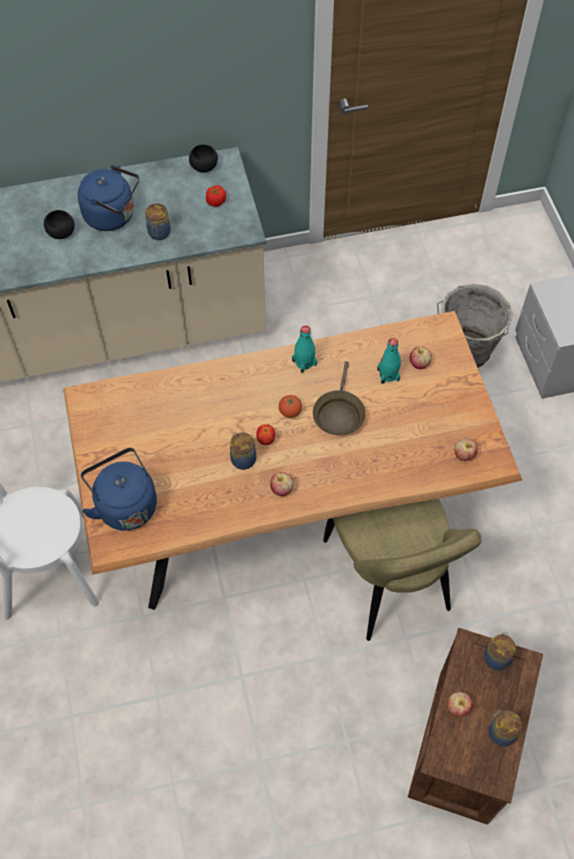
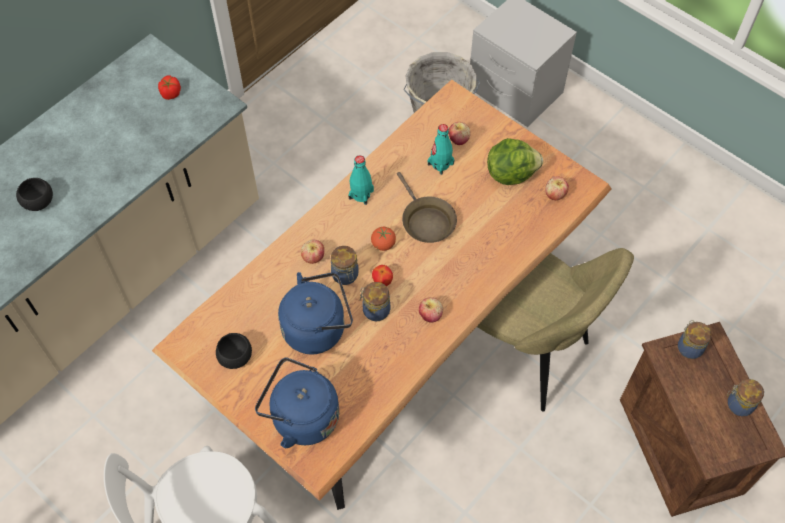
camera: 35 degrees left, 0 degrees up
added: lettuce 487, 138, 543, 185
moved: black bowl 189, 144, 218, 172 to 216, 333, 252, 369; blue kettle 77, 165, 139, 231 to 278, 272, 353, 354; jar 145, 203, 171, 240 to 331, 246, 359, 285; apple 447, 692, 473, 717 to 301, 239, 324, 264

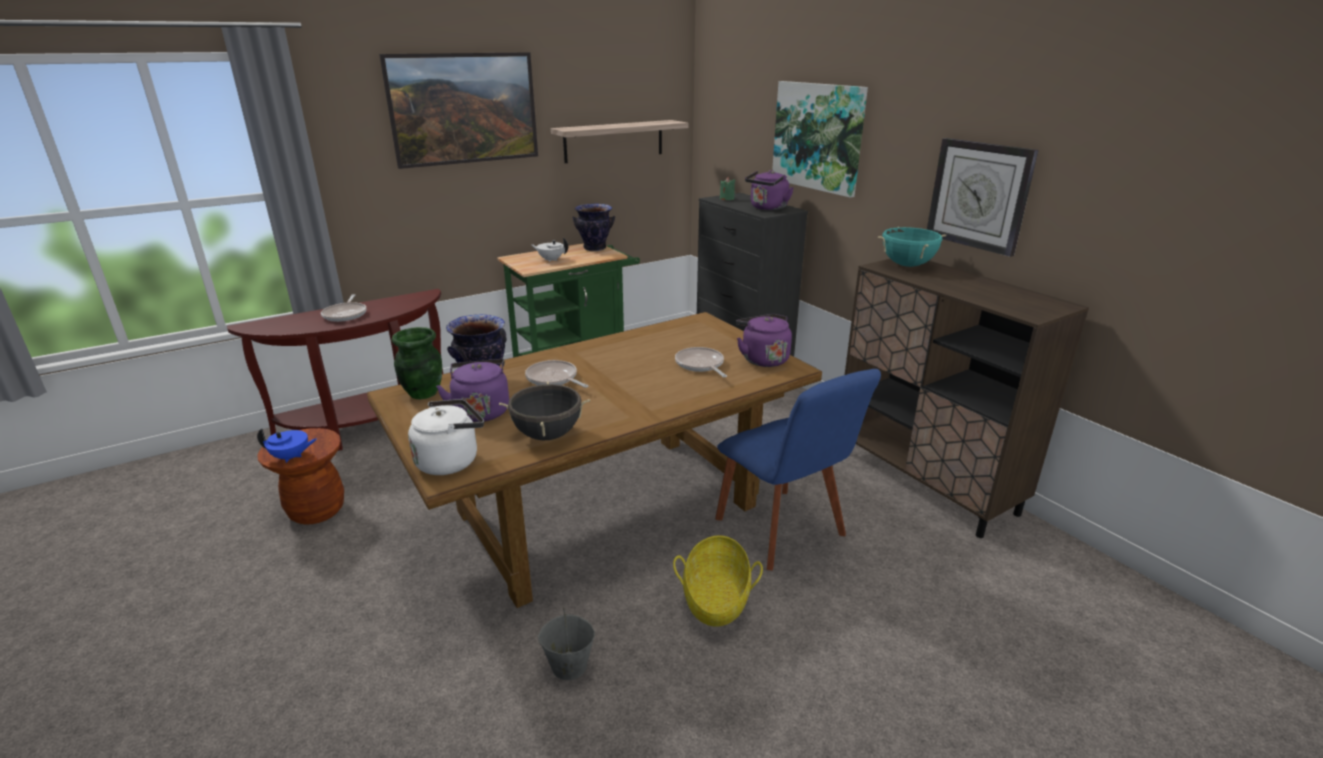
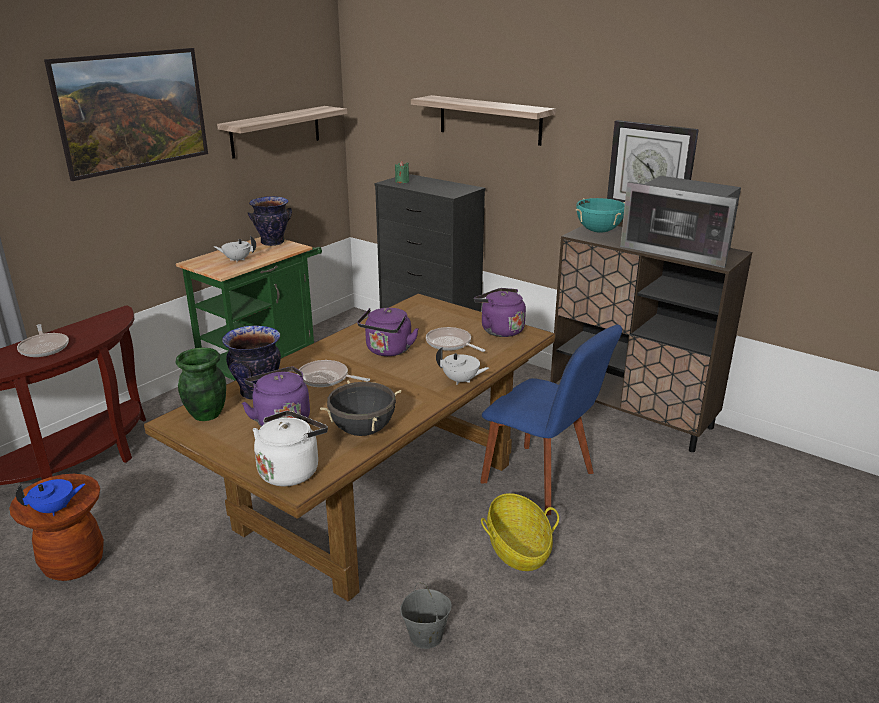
camera: 20 degrees left, 0 degrees up
added: microwave 620, 176, 741, 268; white teapot 436, 347, 489, 385
moved: purple kettle 745, 170, 794, 210 to 357, 308, 418, 356
replaced: picture 772, 81, 868, 198 to shelf 411, 95, 556, 146

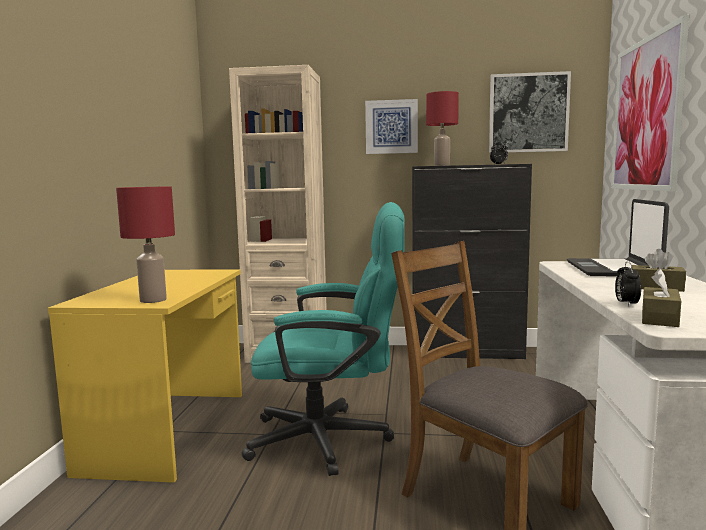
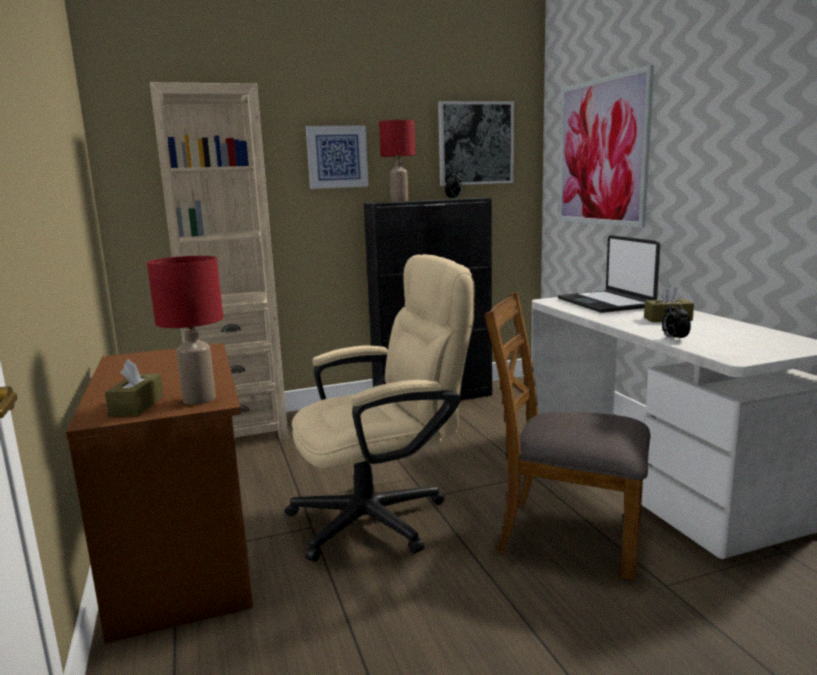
camera: 25 degrees left, 5 degrees up
moved: brown tissue box 642, 269, 681, 327 to 105, 359, 164, 416
recoloured: turquoise office chair 241, 202, 405, 476 to beige office chair 285, 254, 474, 562; yellow desk 48, 270, 242, 483 to brown desk 66, 343, 253, 644

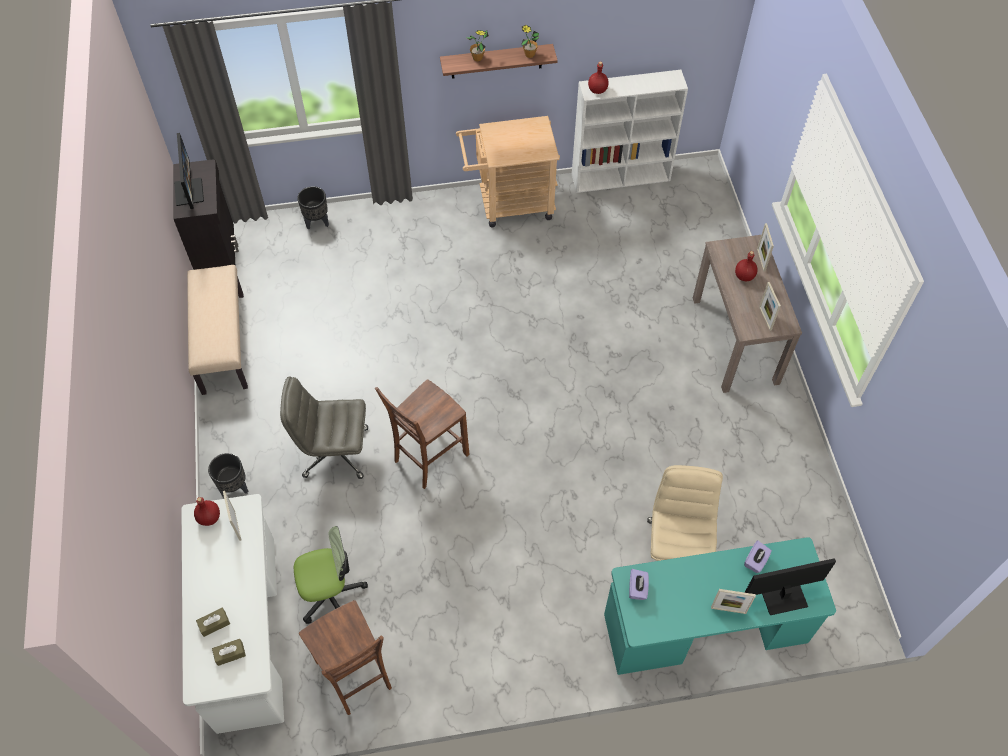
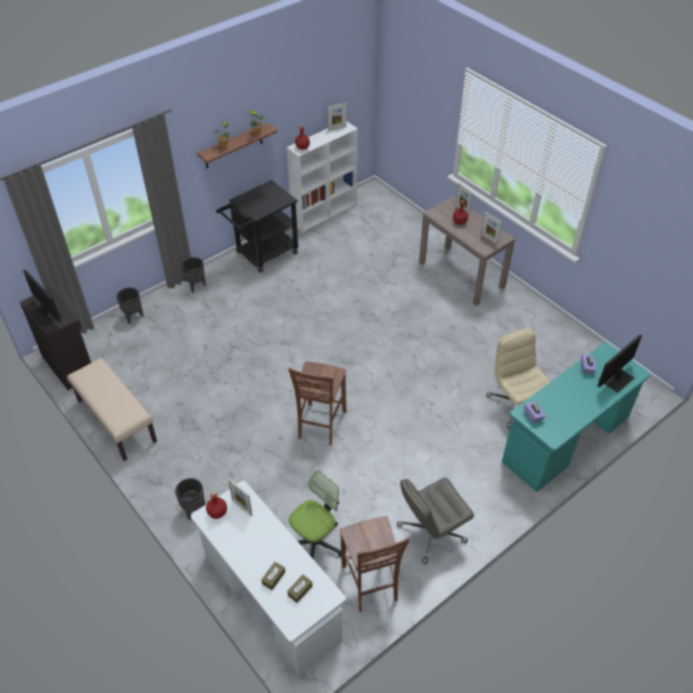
camera: 30 degrees left, 10 degrees down
added: black planter 182, 257, 206, 293
moved: grey office chair 280, 377, 368, 479 to 397, 477, 474, 564; picture frame 711, 589, 756, 614 to 327, 103, 346, 131
recoloured: beige cart 456, 116, 560, 228 to black cart 216, 180, 299, 273
turned: brown chair 299, 600, 392, 715 = 340, 516, 410, 612 45 degrees clockwise

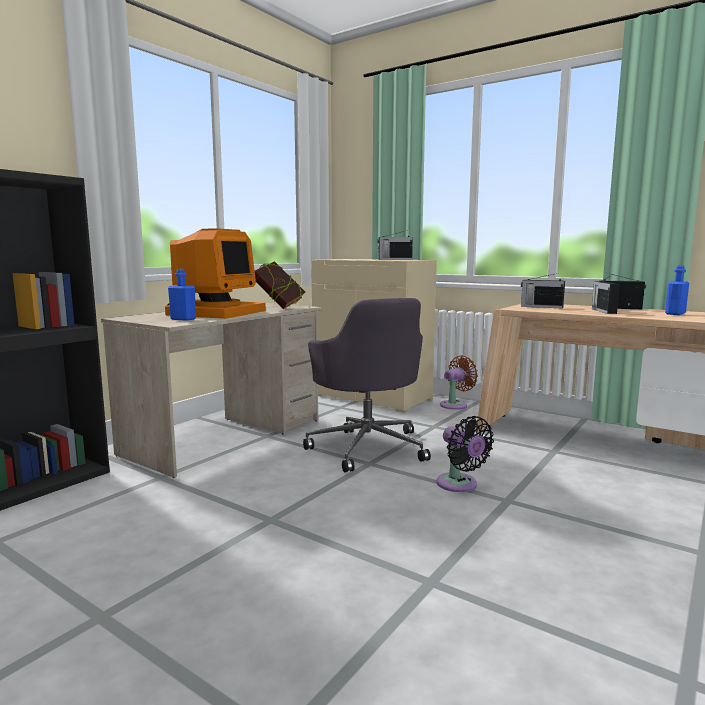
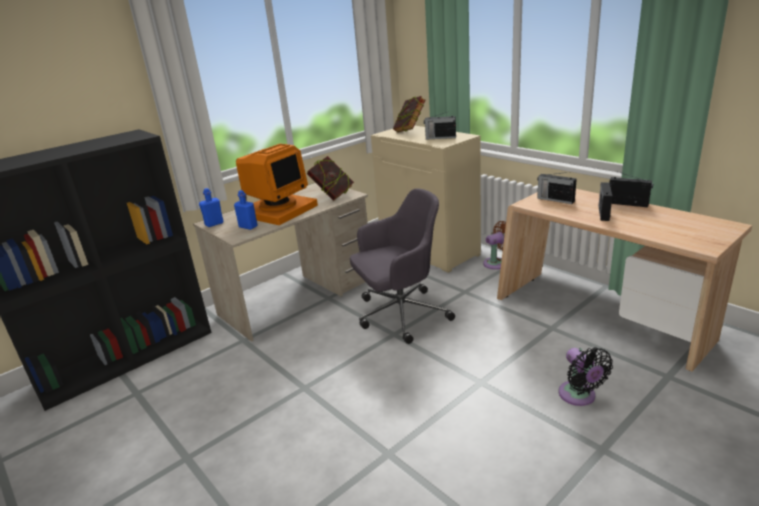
camera: 15 degrees right, 15 degrees up
added: book 393, 96, 425, 132
moved: blue bottle 665, 265, 689, 315 to 199, 188, 224, 227; black fan 436, 416, 494, 492 to 559, 348, 613, 406
turned: grey office chair 303, 298, 431, 472 = 350, 188, 455, 344 105 degrees counterclockwise

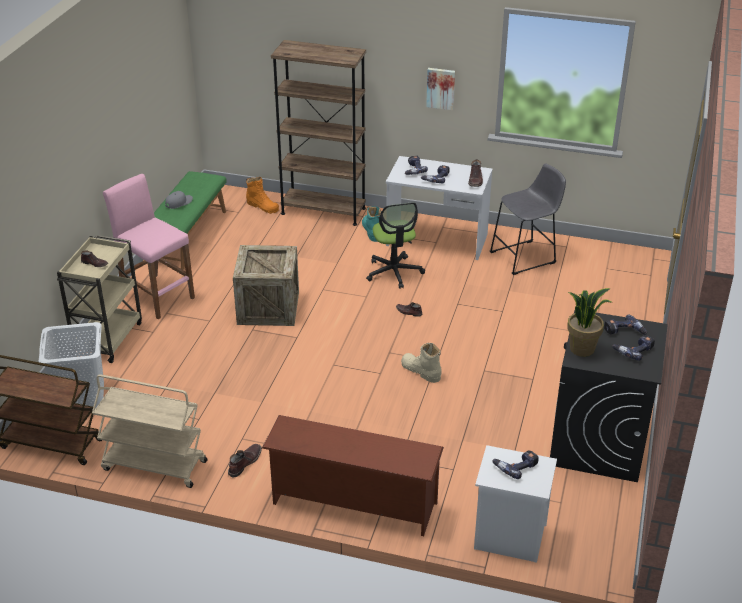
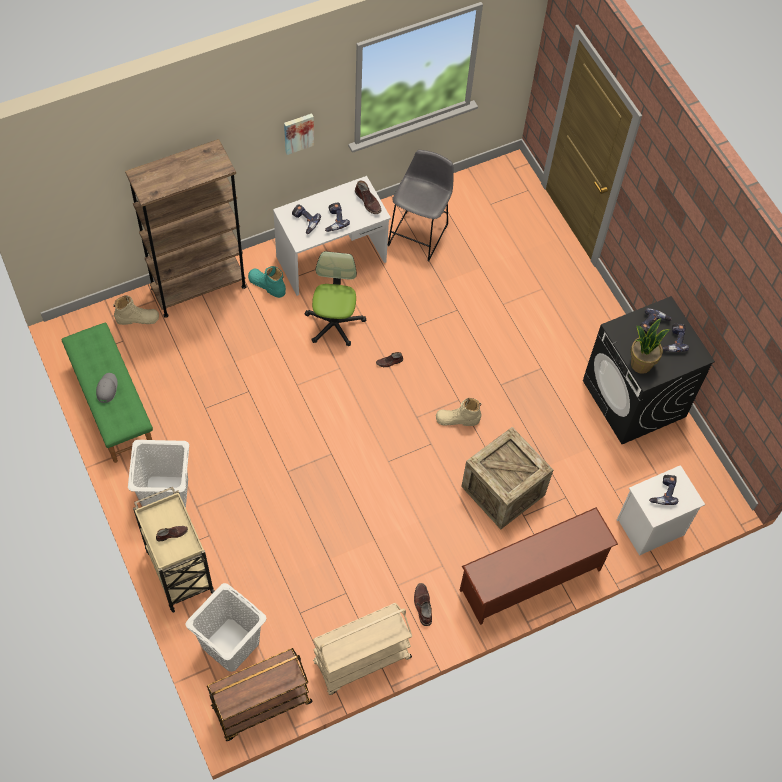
camera: 45 degrees left, 25 degrees up
moved: crate 233, 245, 299, 326 to 461, 427, 553, 529
replaced: pink stool 103, 174, 195, 319 to white laundry basket 128, 440, 189, 508
recoloured: orange boot 246, 177, 279, 214 to beige boot 113, 295, 159, 325
turned: office chair 366, 202, 425, 289 = 304, 251, 366, 346 120 degrees counterclockwise

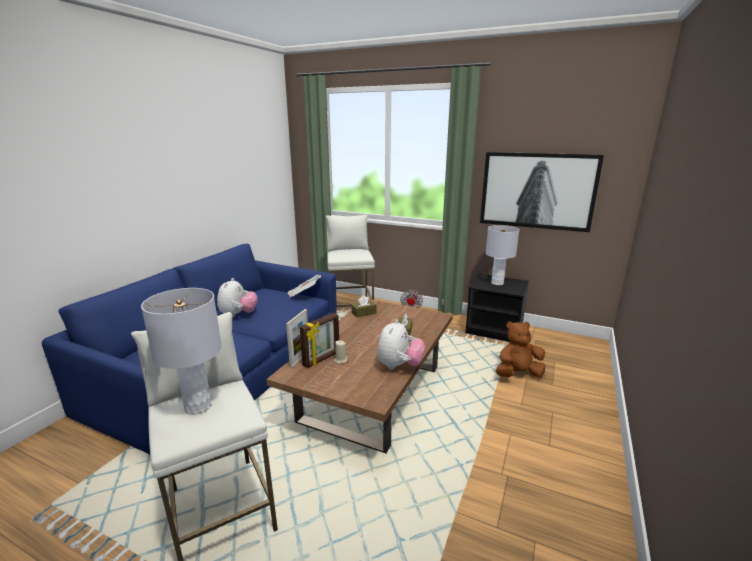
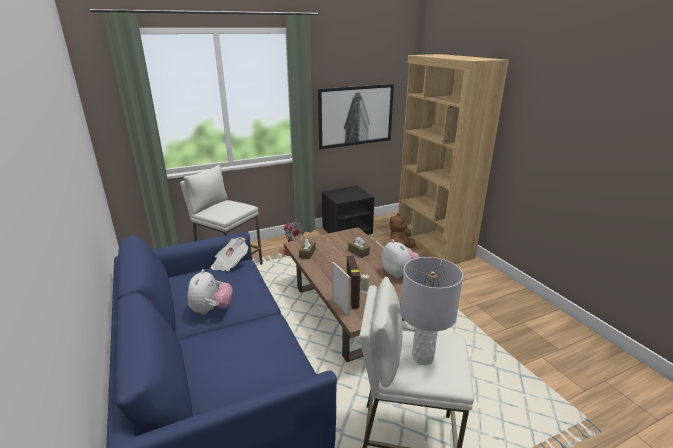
camera: 50 degrees left, 5 degrees up
removed: grey table lamp 486, 225, 519, 285
added: brown bookcase 398, 54, 509, 264
turned: plush toy 217, 278, 257, 317 = 188, 269, 233, 315 45 degrees clockwise

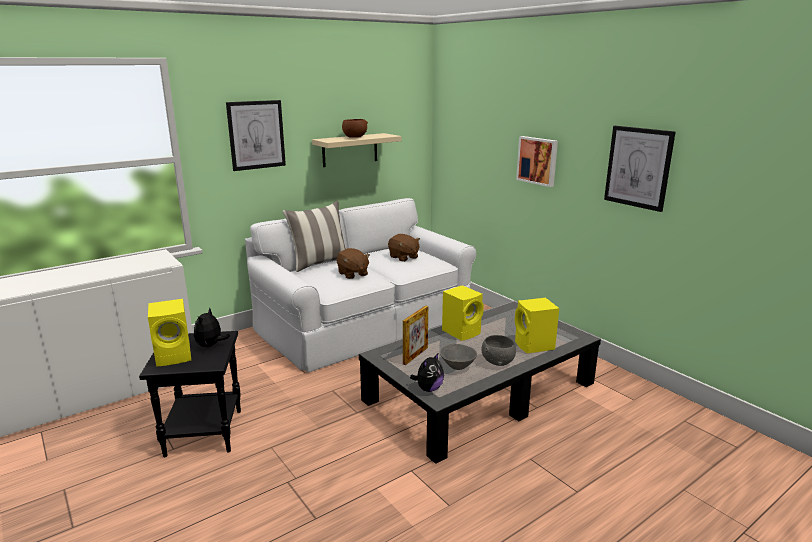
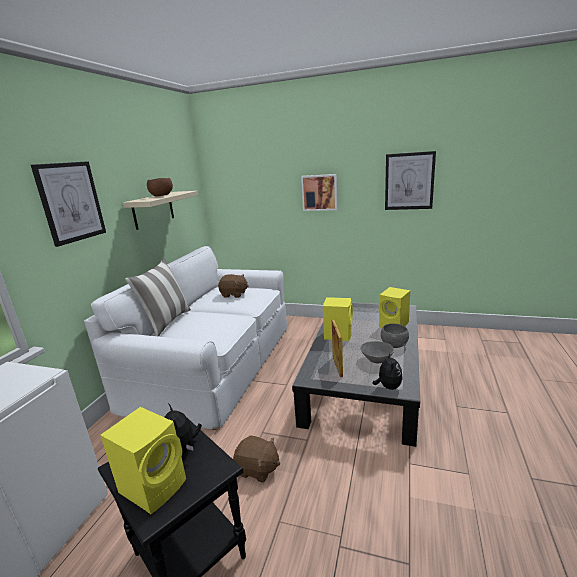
camera: 35 degrees left, 0 degrees up
moved: brown plush toy 337, 248, 370, 279 to 233, 436, 280, 483

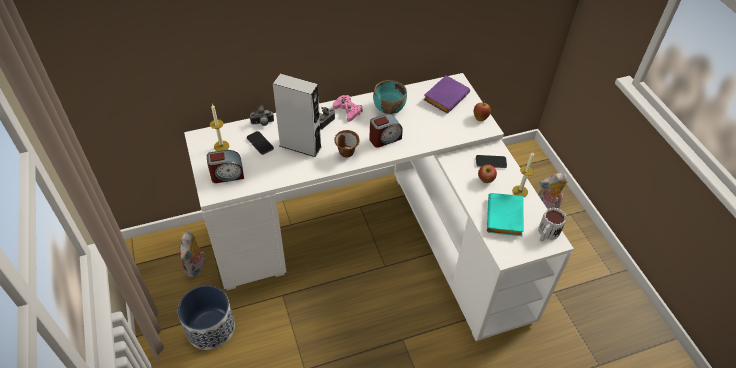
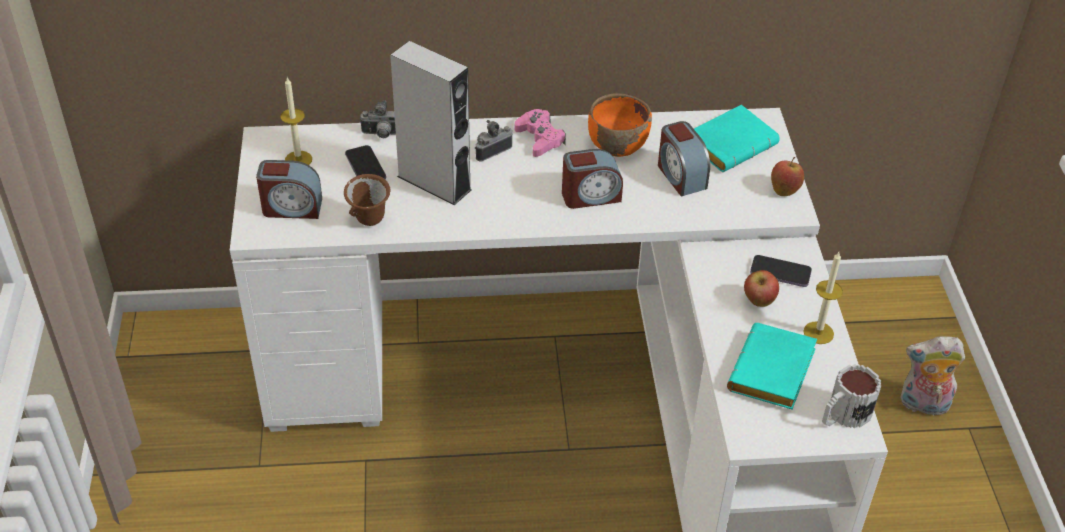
camera: 15 degrees right, 5 degrees down
removed: plush toy 179, 231, 205, 278; planter 178, 285, 235, 350
added: alarm clock 658, 121, 710, 197
moved: brown mug 334, 130, 359, 158 to 344, 174, 391, 226
recoloured: purple book 423, 75, 470, 113 to turquoise book 694, 105, 780, 172; turquoise bowl 373, 80, 407, 114 to orange bowl 588, 94, 652, 157

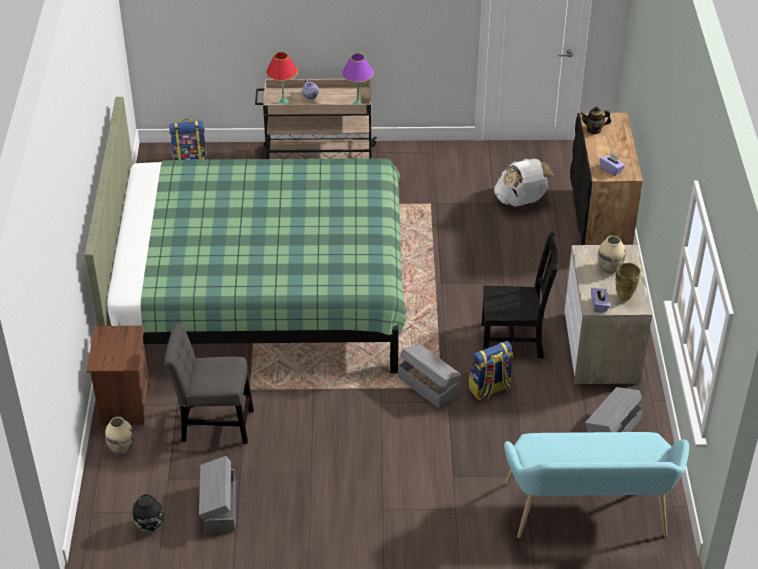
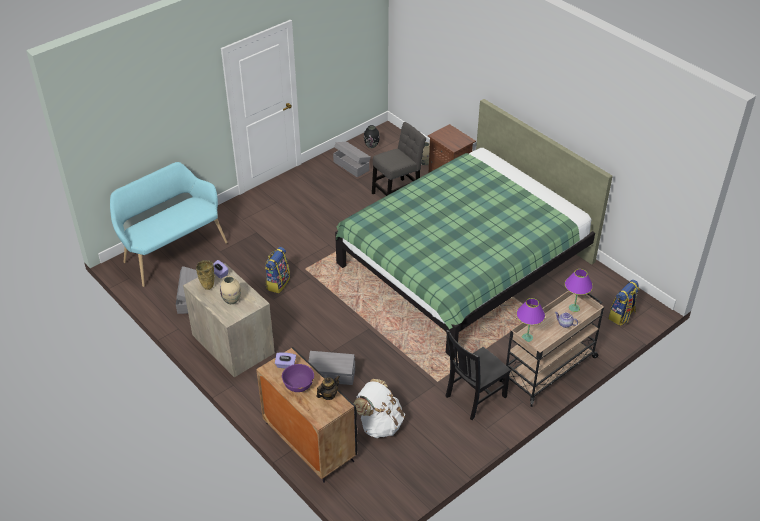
camera: 140 degrees right, 0 degrees up
added: purple bowl 282, 364, 314, 392
moved: black chair 481, 231, 559, 359 to 446, 330, 511, 420; grey storage box 398, 344, 462, 409 to 308, 351, 355, 385
recoloured: red table lamp 266, 52, 298, 104 to purple table lamp 565, 269, 593, 312

